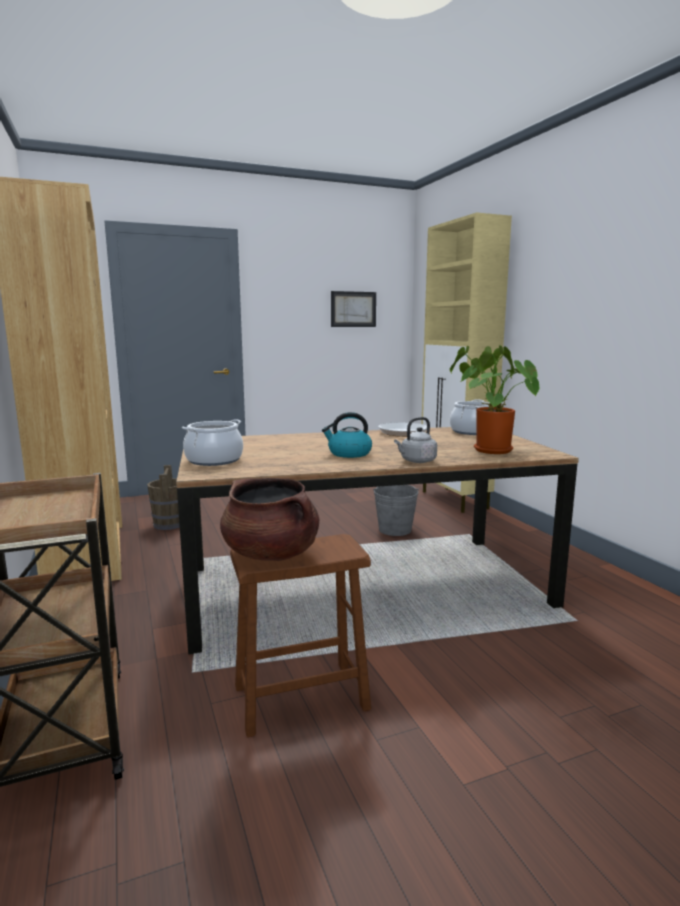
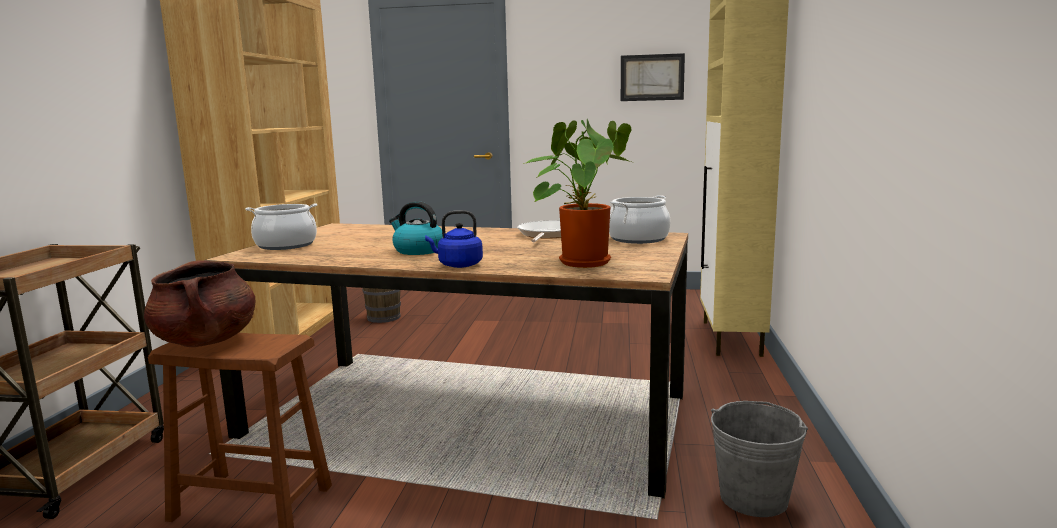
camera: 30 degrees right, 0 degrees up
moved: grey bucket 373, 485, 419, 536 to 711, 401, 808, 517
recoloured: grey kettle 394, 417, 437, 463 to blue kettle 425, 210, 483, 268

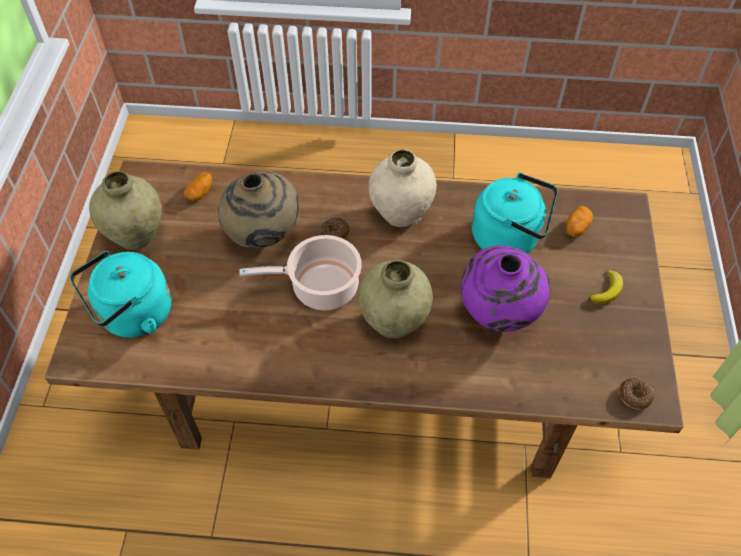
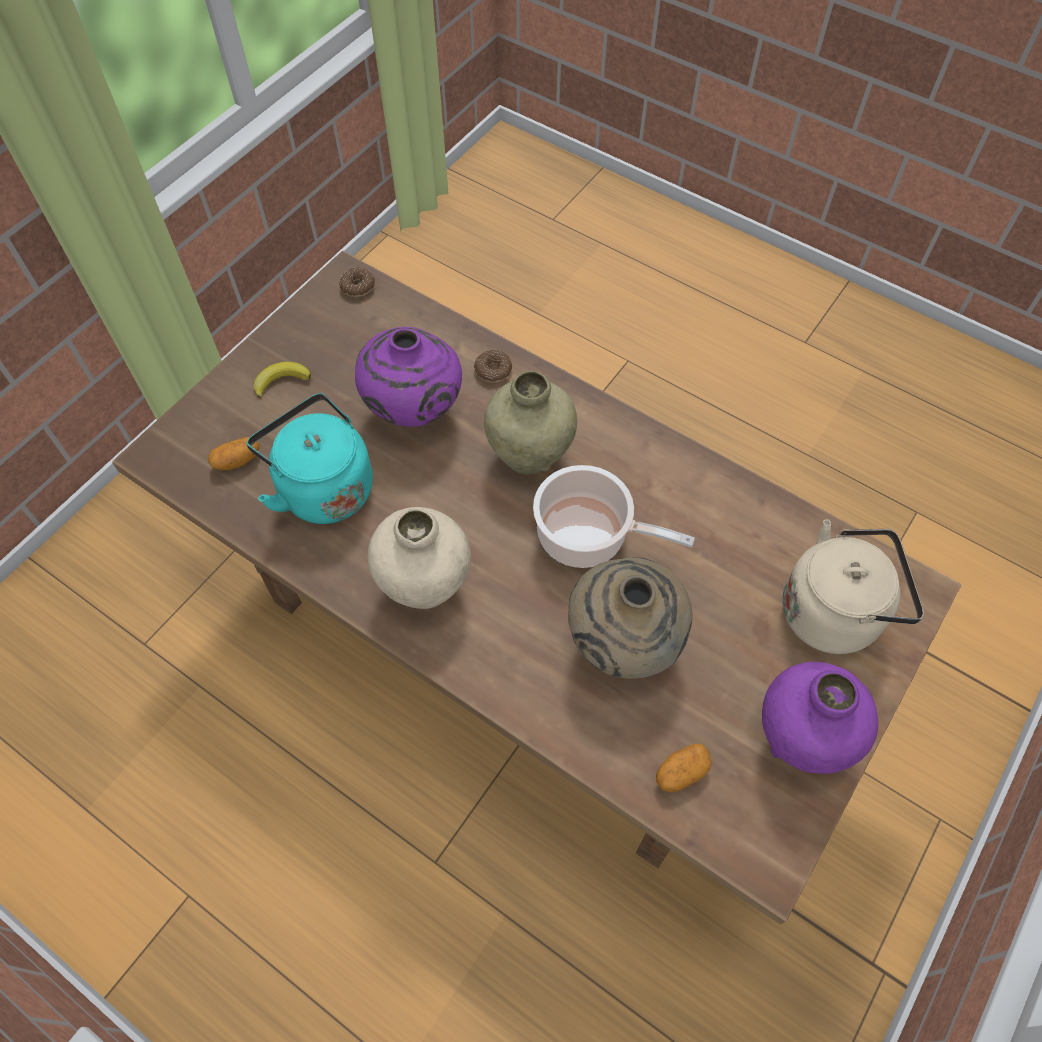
camera: 150 degrees left, 5 degrees up
moved: donut 320, 217, 350, 239 to 474, 350, 512, 383
recoloured: beige vase 89, 171, 162, 250 to purple vase 762, 662, 878, 774; turquoise kettle 70, 251, 172, 338 to beige kettle 782, 519, 924, 654

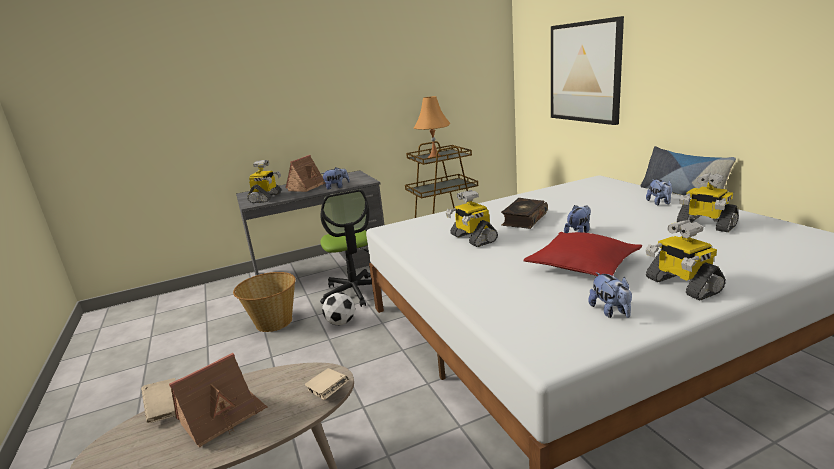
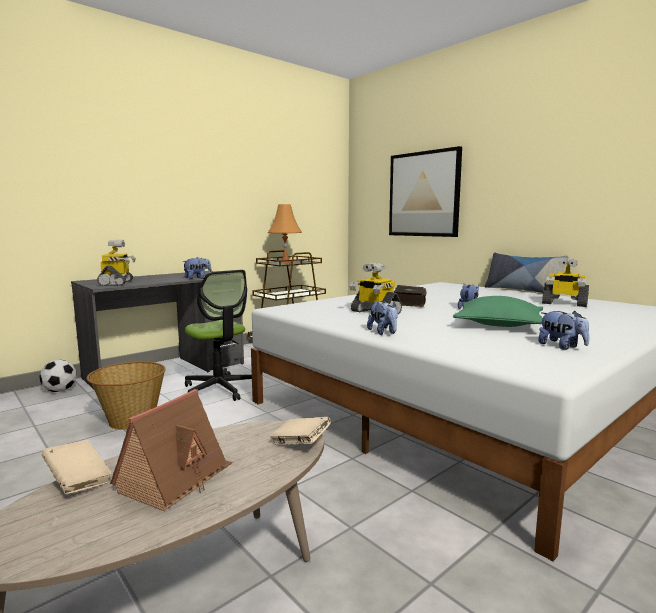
camera: 20 degrees left, 10 degrees down
removed: toy house 286, 155, 325, 192; toy robot 646, 220, 726, 300
moved: plush toy 646, 179, 672, 205 to 367, 301, 398, 335; football 322, 293, 355, 325 to 39, 360, 77, 392
recoloured: red pillow 523, 232, 642, 276 to green pillow 453, 296, 543, 327

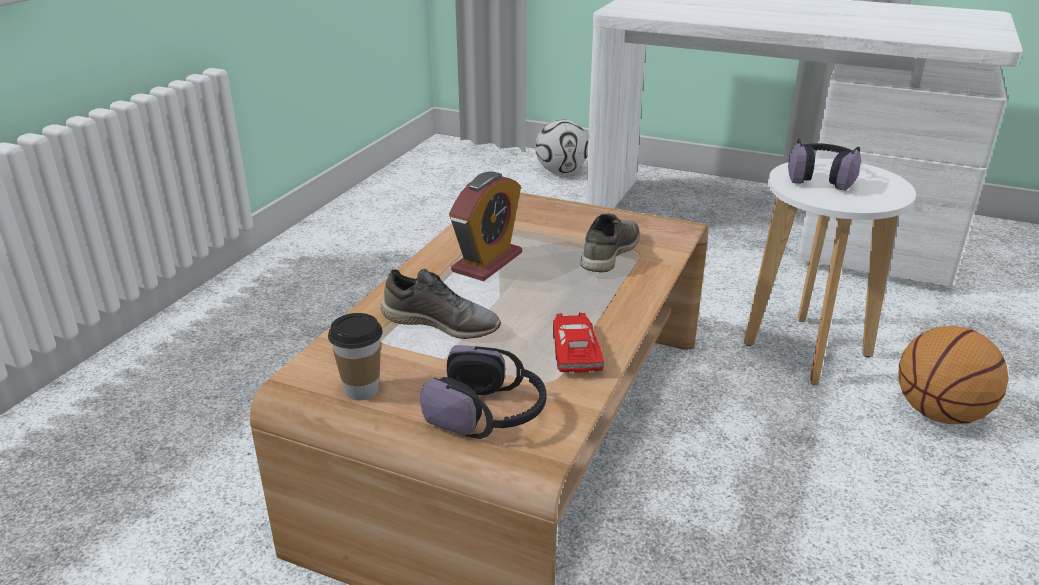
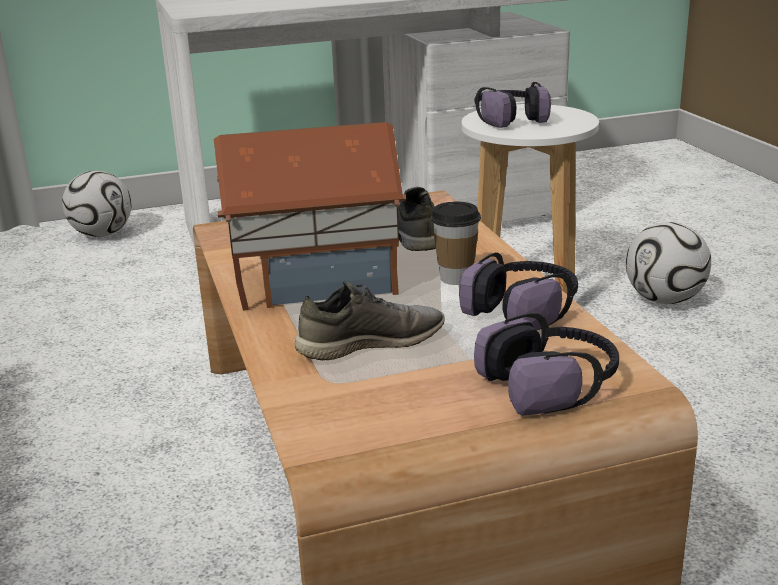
camera: 40 degrees left, 5 degrees down
moved: cup 328, 313, 383, 401 to 430, 202, 481, 285
replaced: alarm clock 449, 172, 522, 281 to toy house 214, 122, 406, 311; red toy car 553, 313, 604, 374 to headphones 459, 252, 578, 330; basketball 898, 326, 1009, 424 to football 626, 222, 711, 304

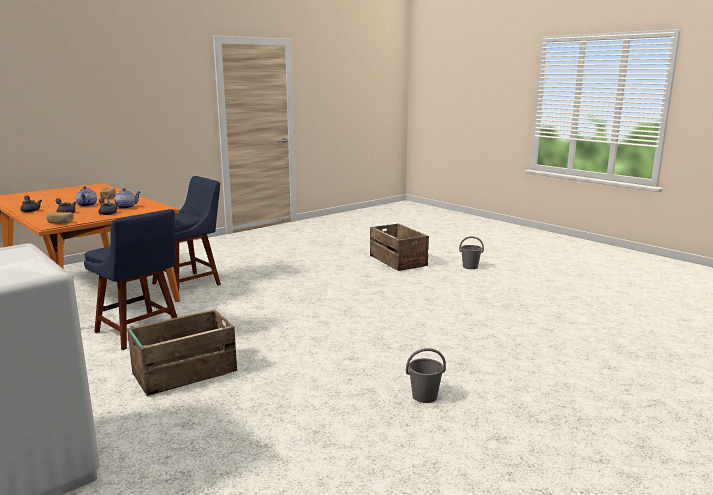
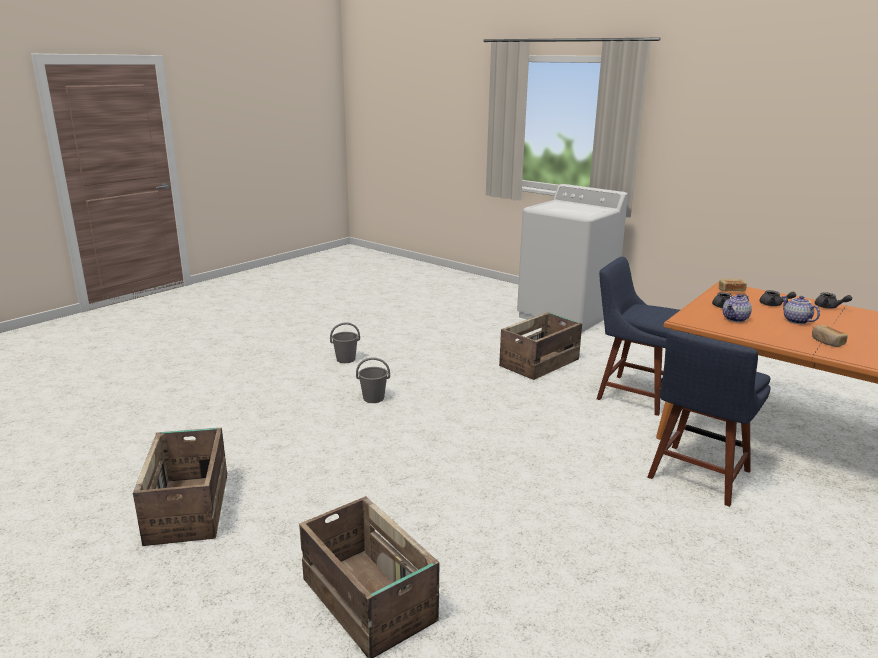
camera: 170 degrees right, 5 degrees up
added: crate 133, 427, 227, 546
moved: grey bucket 459, 236, 484, 269 to 356, 357, 390, 403

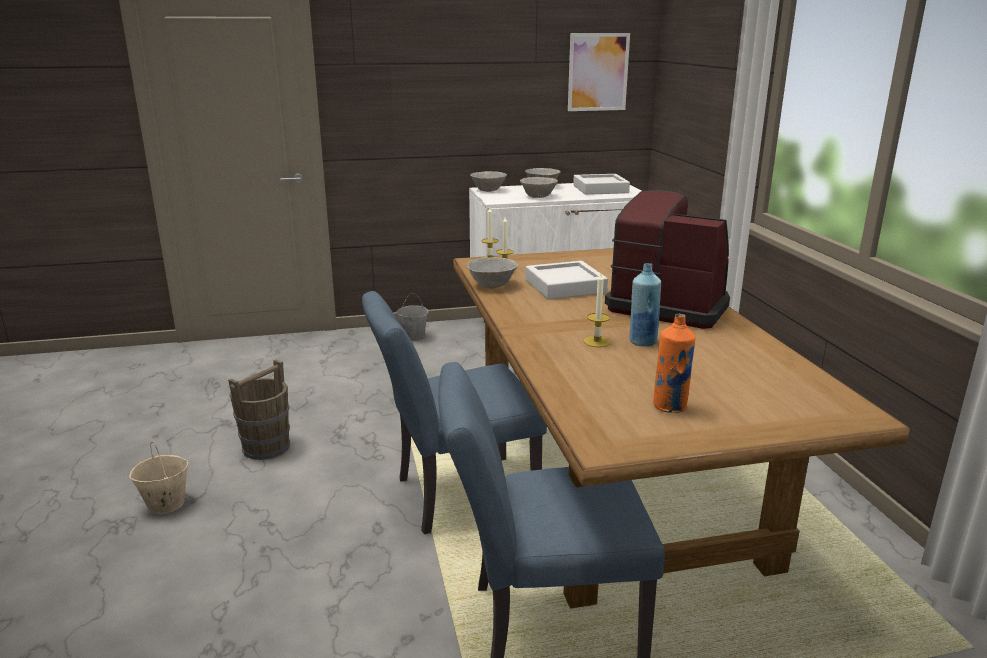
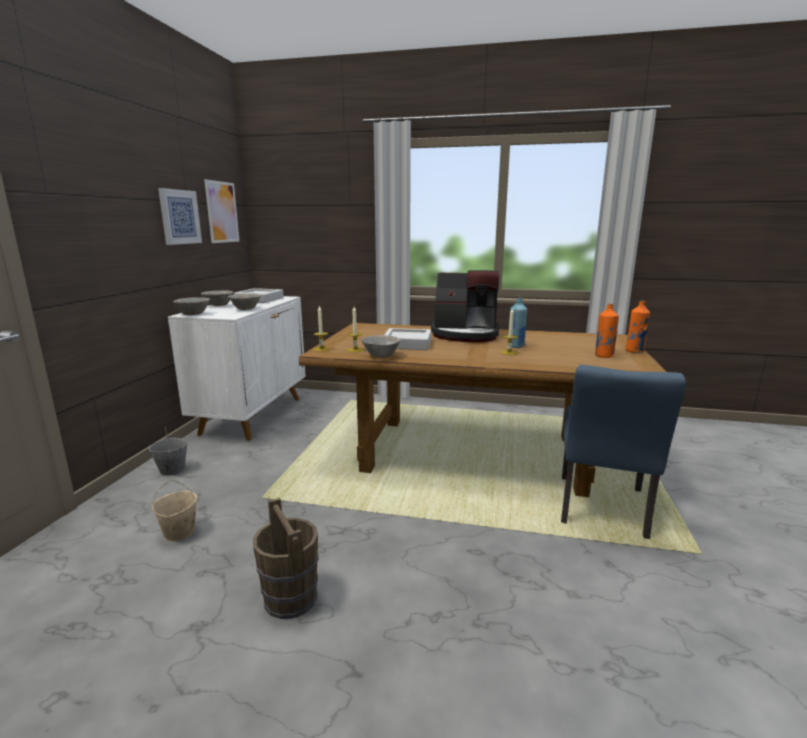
camera: 65 degrees left, 5 degrees down
removed: blue chair 362, 291, 547, 534
added: picture 158, 188, 202, 245; orange bottle 626, 301, 650, 353
moved: beige bucket 129, 442, 188, 514 to 152, 480, 197, 542
turned: coffee machine 605, 190, 730, 329 = 431, 270, 499, 342 135 degrees counterclockwise

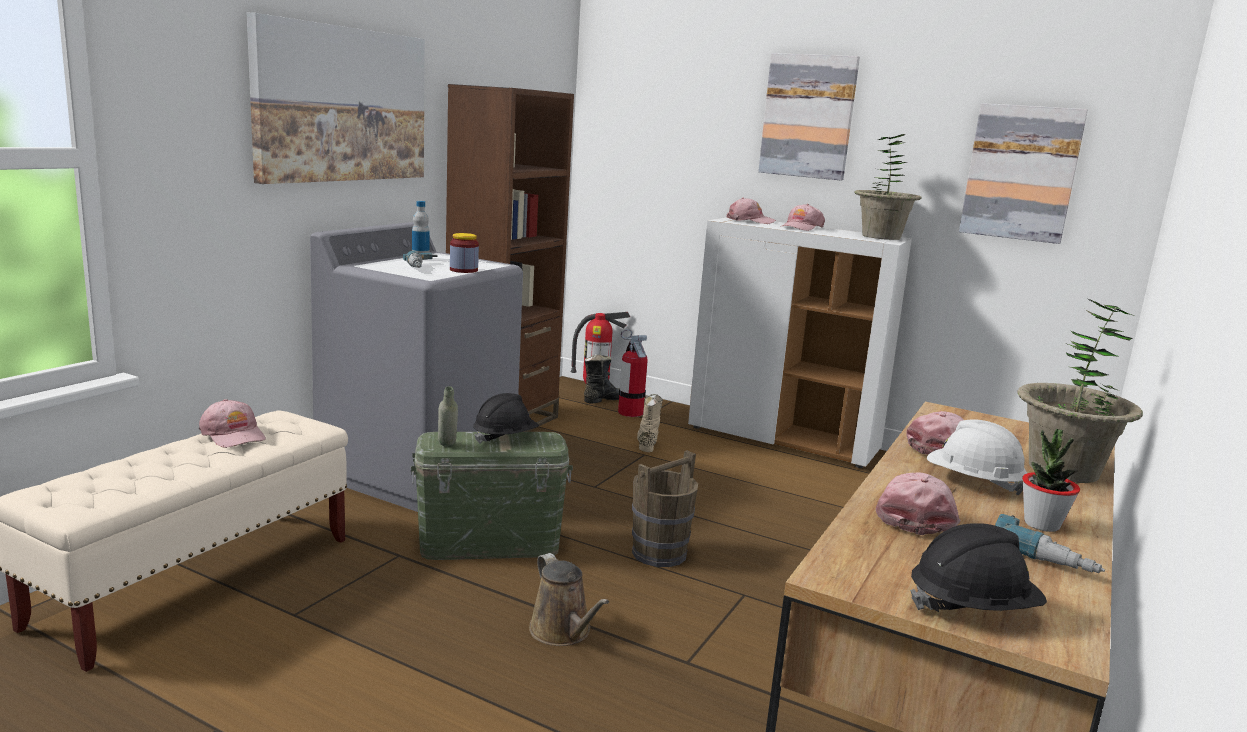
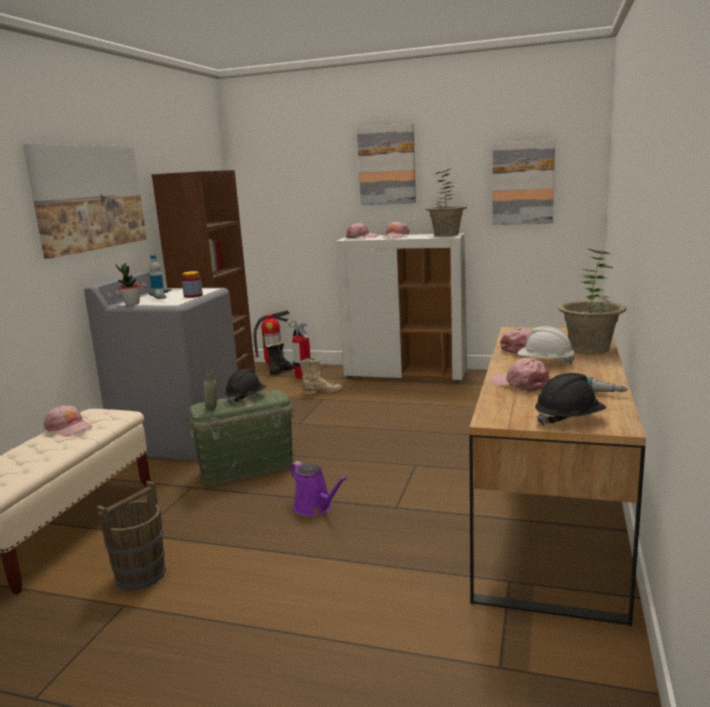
camera: 10 degrees left, 0 degrees up
moved: potted plant 1022, 429, 1080, 532 to 116, 263, 141, 306; brown bucket 632, 450, 698, 567 to 96, 481, 166, 590
recoloured: brown watering can 529, 553, 609, 646 to purple watering can 289, 461, 347, 516
turned: beige boot 637, 394, 663, 452 = 299, 358, 342, 395 90 degrees clockwise; pink cap 876, 472, 960, 535 = 491, 358, 551, 392 45 degrees counterclockwise

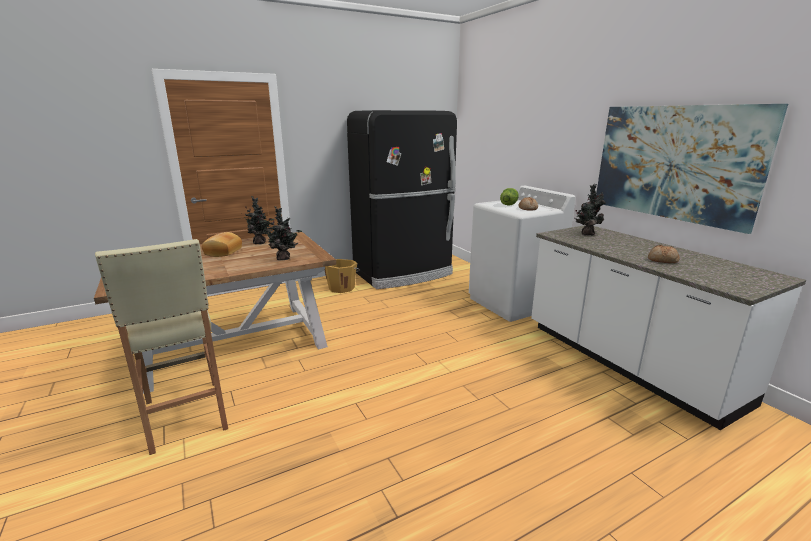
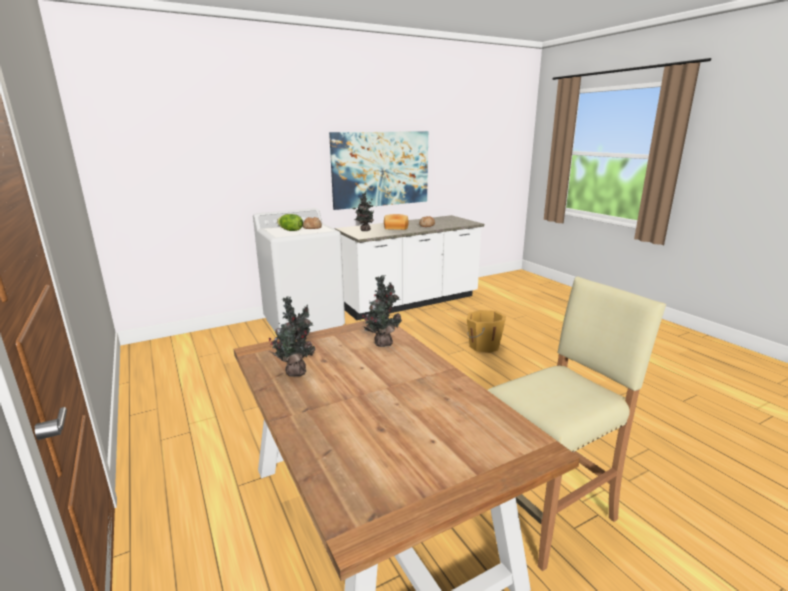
camera: 90 degrees left, 0 degrees up
removed: black fridge 347, 110, 457, 289
moved: bread 202, 232, 242, 257 to 384, 214, 409, 230; orange bucket 325, 259, 360, 293 to 467, 310, 506, 353

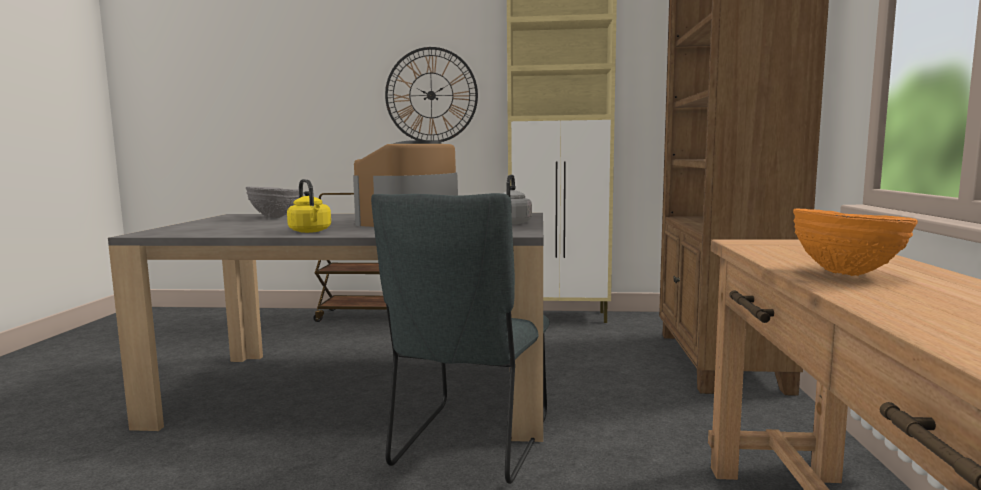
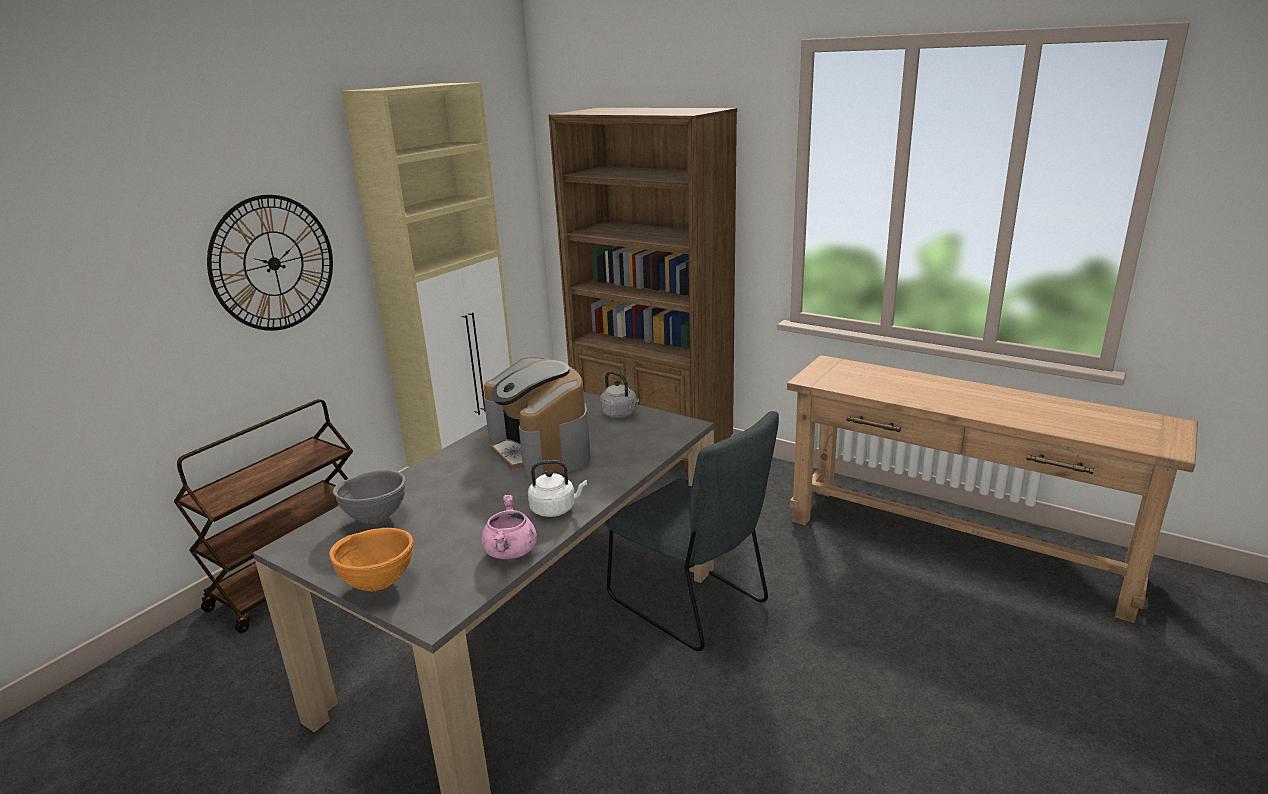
camera: 60 degrees left, 15 degrees up
added: pink cooking pot 482, 495, 537, 559
moved: orange bowl 793, 208, 918, 276 to 329, 528, 413, 592
recoloured: yellow kettle 287, 179, 331, 233 to white kettle 528, 460, 587, 517

